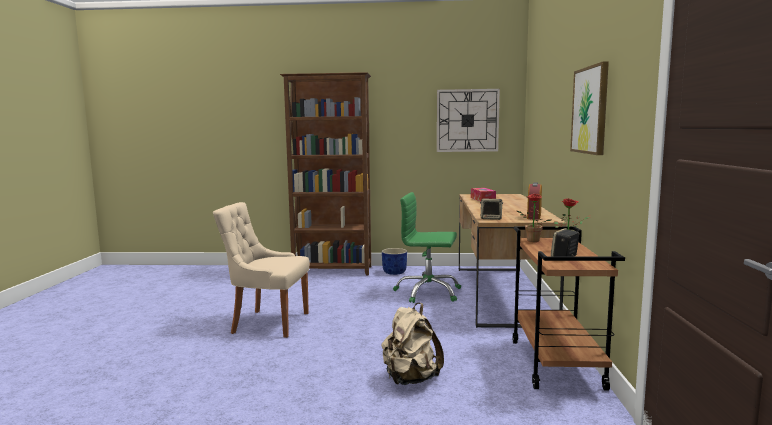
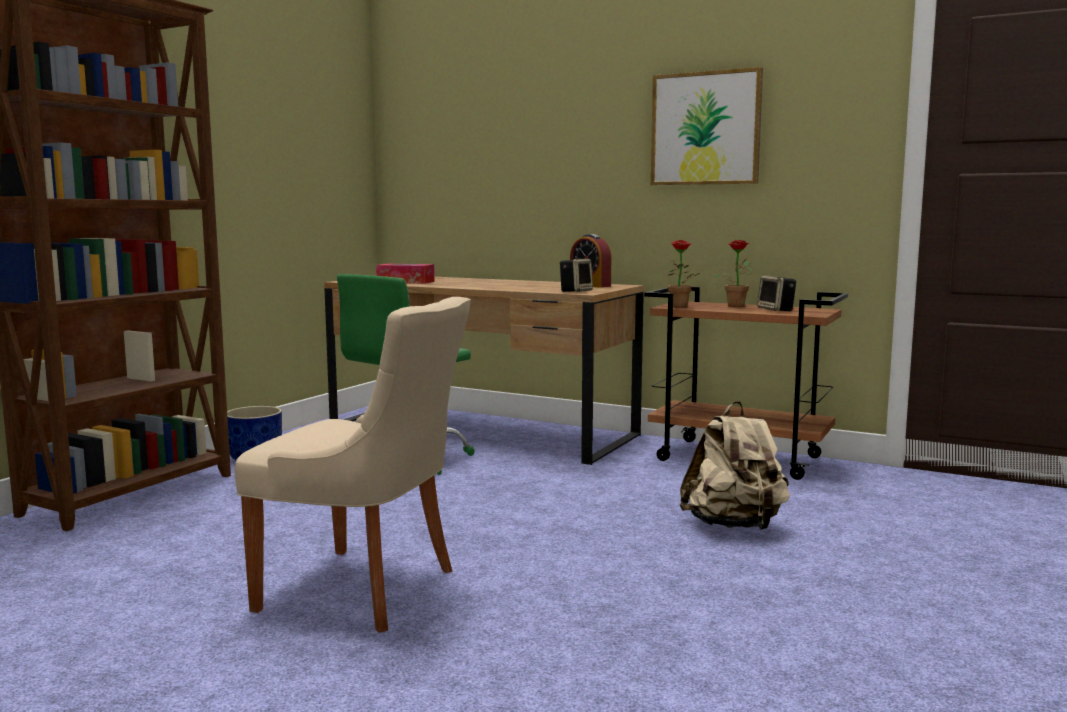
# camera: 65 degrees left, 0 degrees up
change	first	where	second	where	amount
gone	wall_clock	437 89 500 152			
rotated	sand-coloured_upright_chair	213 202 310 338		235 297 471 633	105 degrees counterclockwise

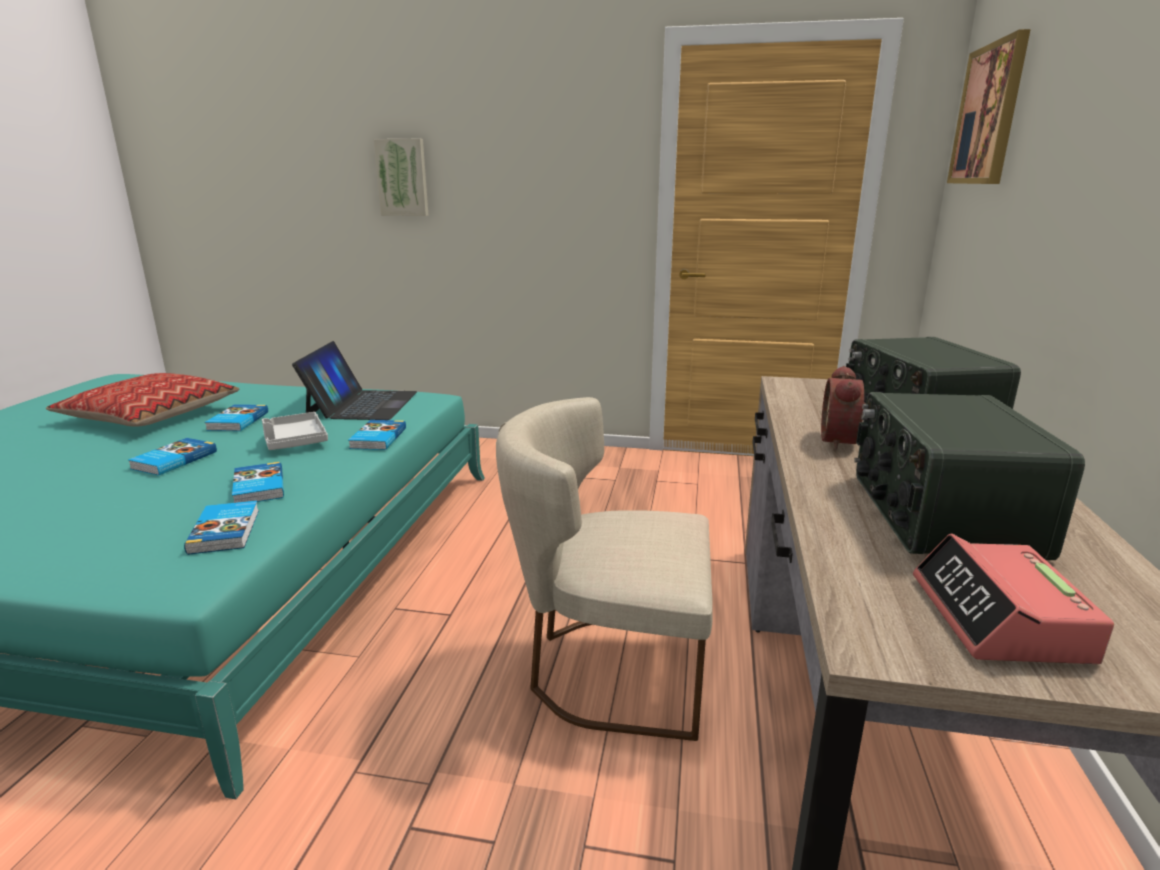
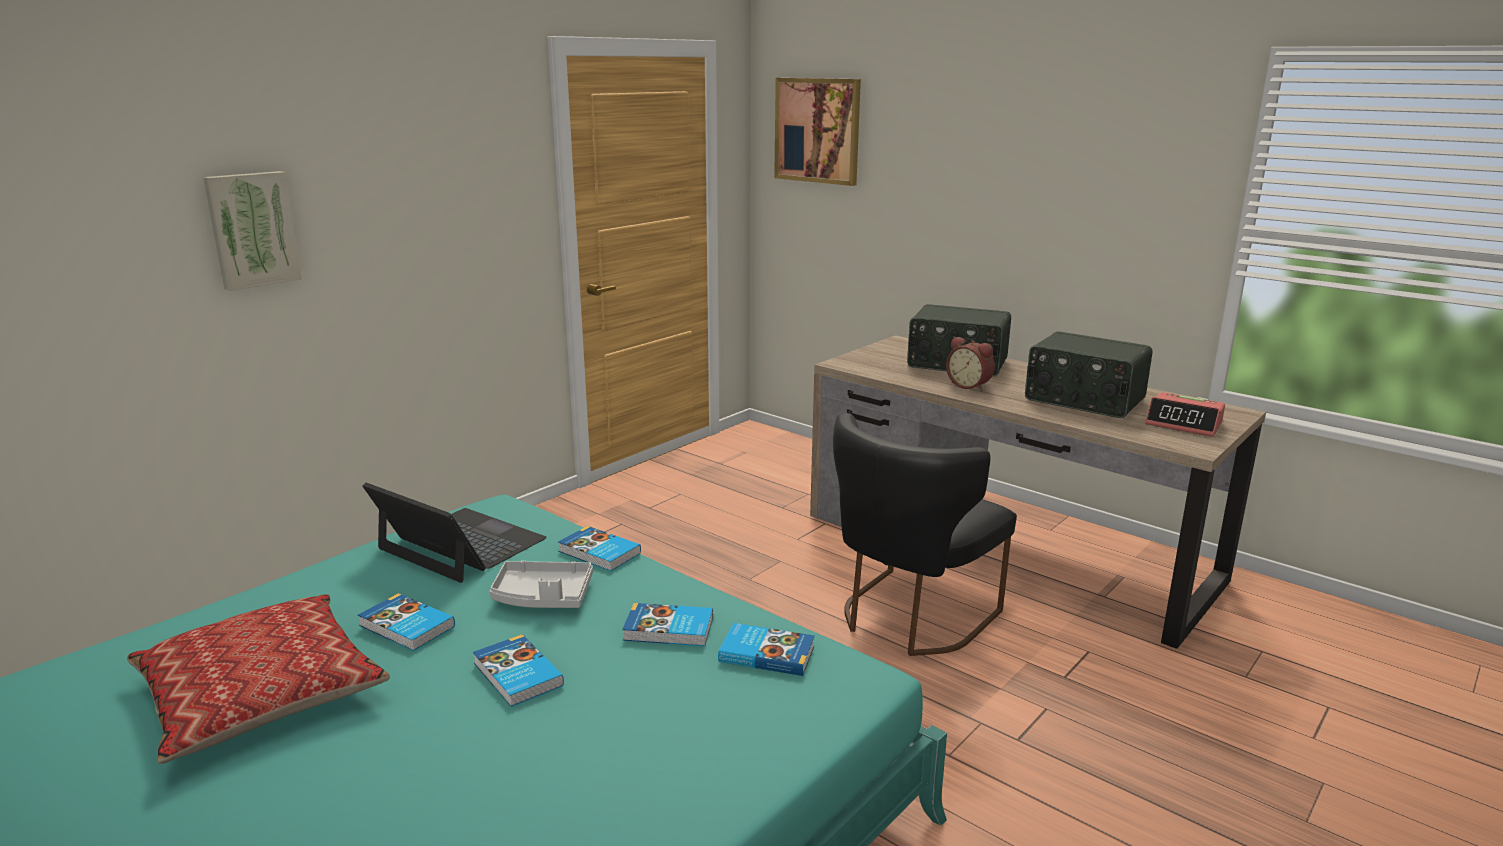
# camera: 60 degrees left, 0 degrees up
change	first	where	second	where	amount
repainted	sand-coloured_upright_chair	496 397 713 741	black-coloured_upright_chair	833 413 1017 656	

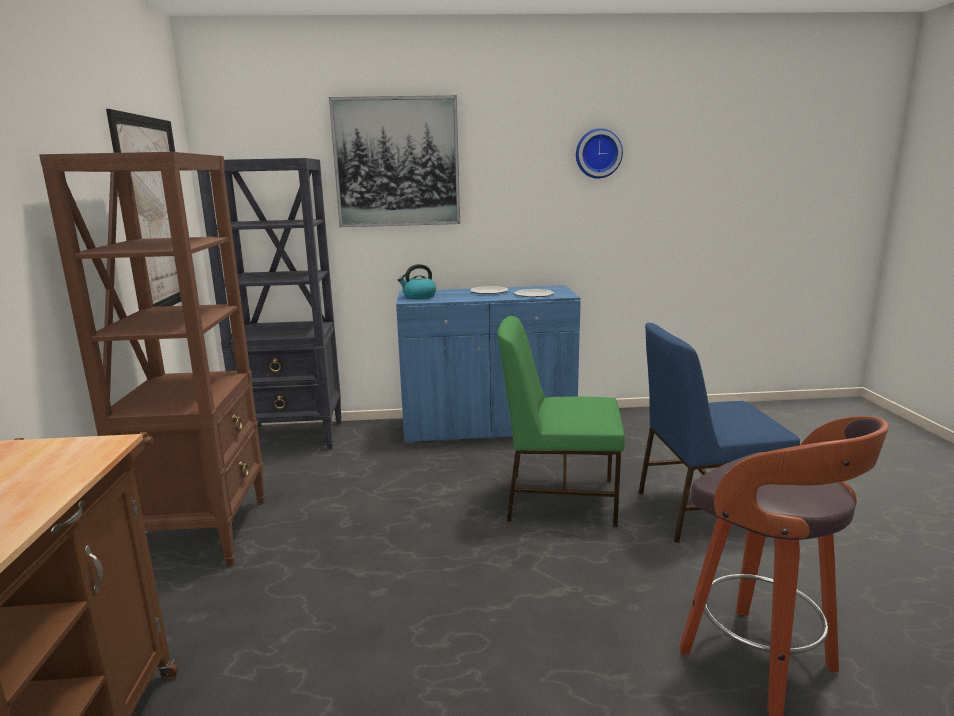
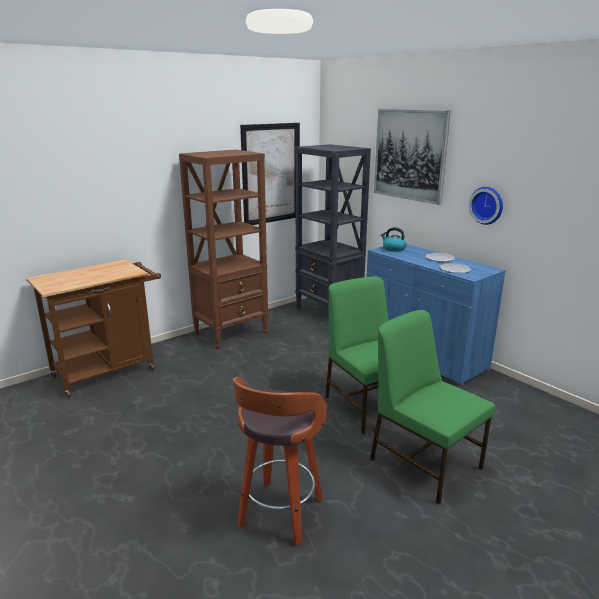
# camera: 55 degrees right, 5 degrees up
change	first	where	second	where	amount
shifted	wall_clock	576 128 623 179		469 187 503 225	
repainted	blue_upright_chair	639 323 800 543	greenish_upright_chair	370 310 495 504	

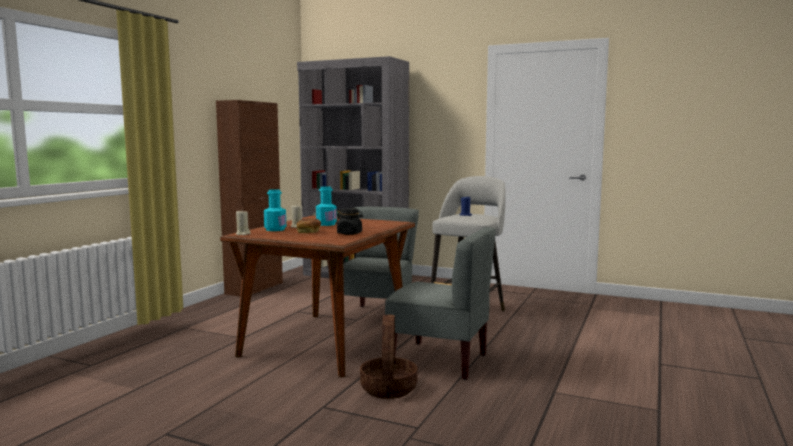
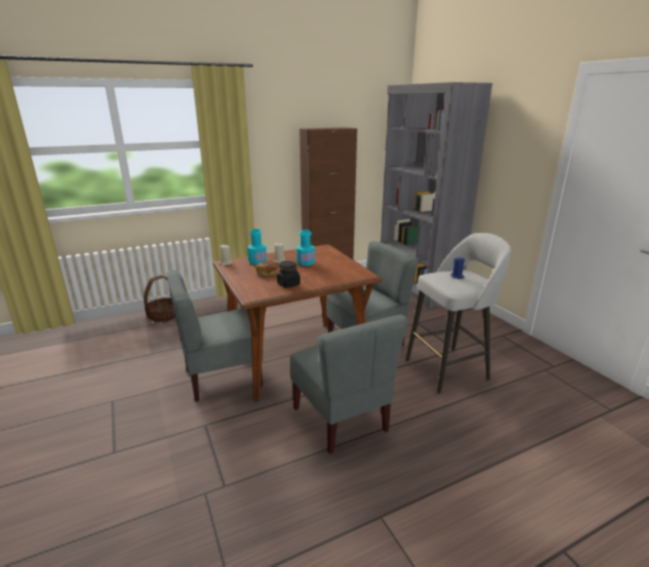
# camera: 40 degrees right, 15 degrees up
change	first	where	second	where	amount
new			greyish_upright_chair	167 271 263 401	
shifted	household_basket	360 315 418 399		144 275 175 322	

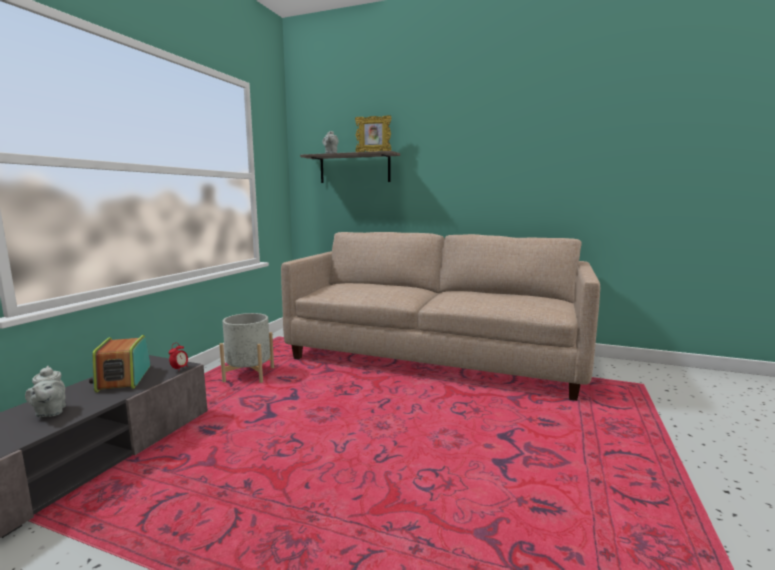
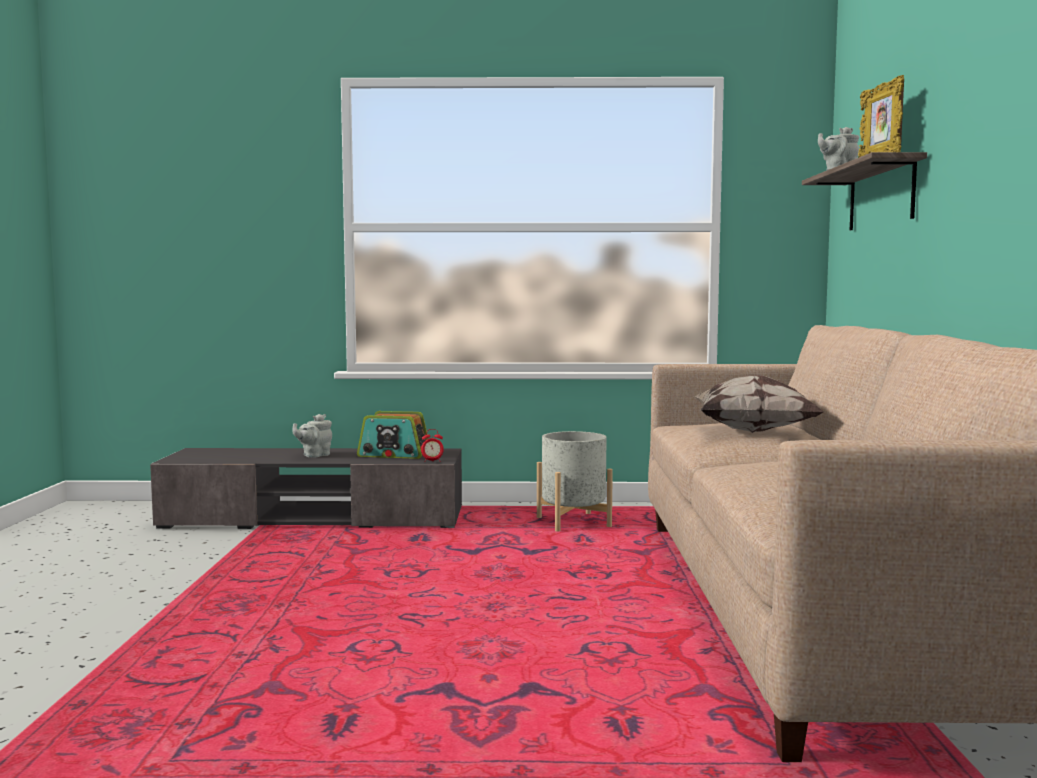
# camera: 70 degrees right, 5 degrees down
change	first	where	second	where	amount
new			pillow	694 375 824 433	
rotated	radio	89 335 150 392		357 411 428 459	135 degrees counterclockwise

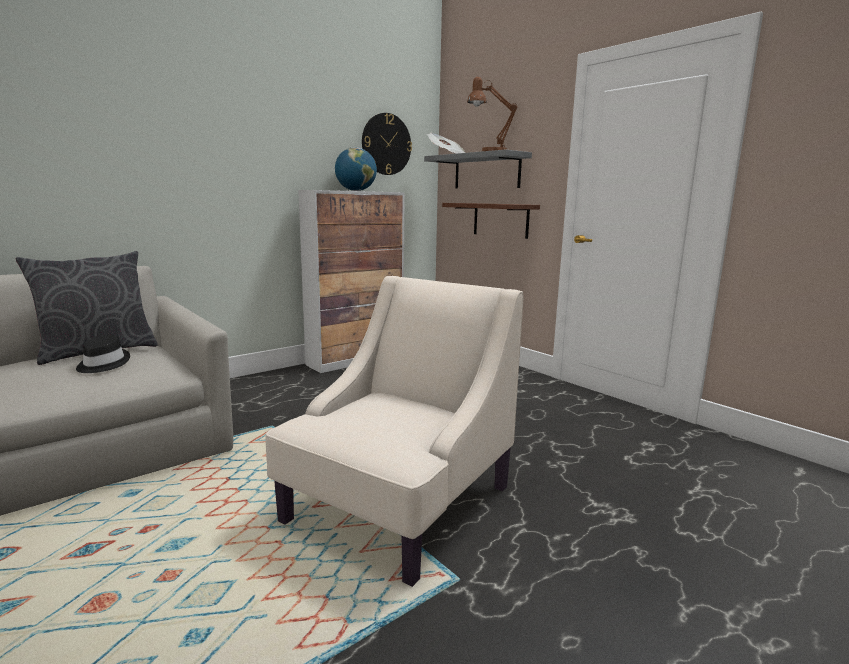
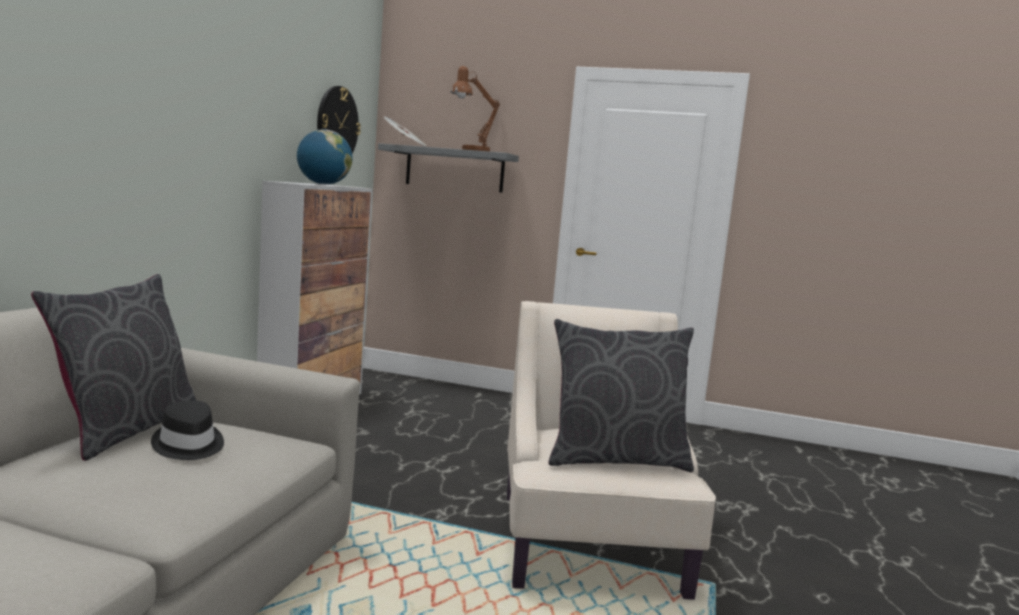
# camera: 35 degrees left, 5 degrees down
change	first	where	second	where	amount
gone	brownish_wall_shelf	442 203 540 239			
new			greyish_pillow	549 319 694 472	

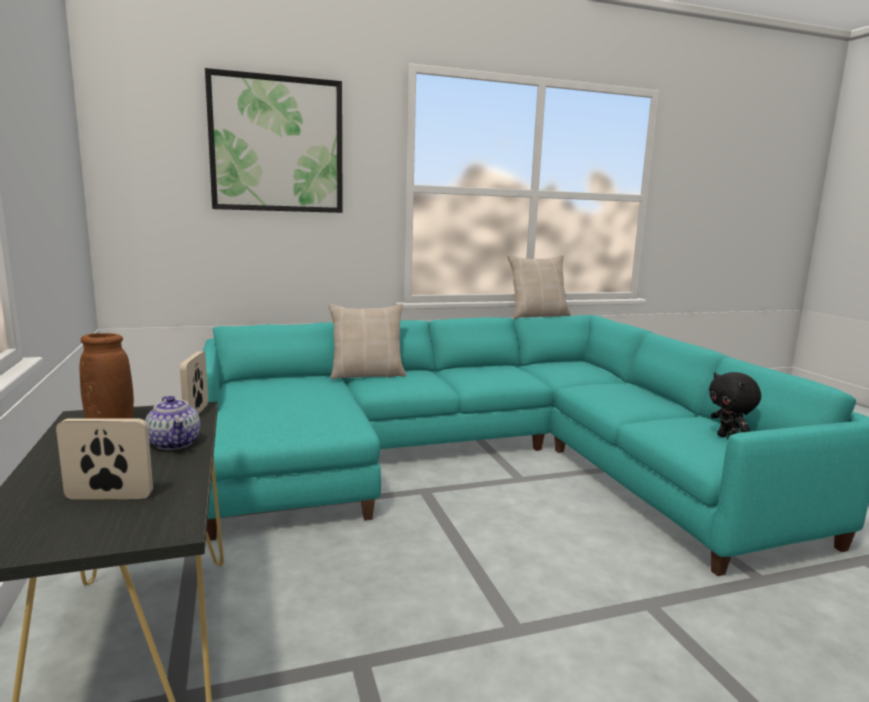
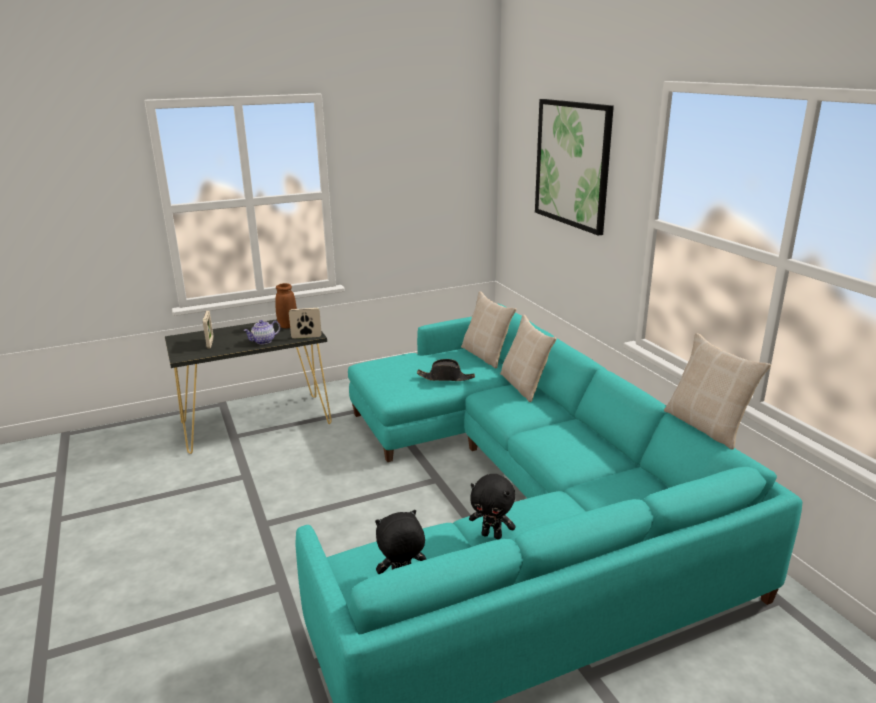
# camera: 85 degrees right, 10 degrees up
change	first	where	second	where	amount
new			black-coloured_wearable_hat	417 359 475 381	
new			sand-coloured_pillow	461 291 517 368	
new			black-coloured_plush_toy	469 474 516 540	

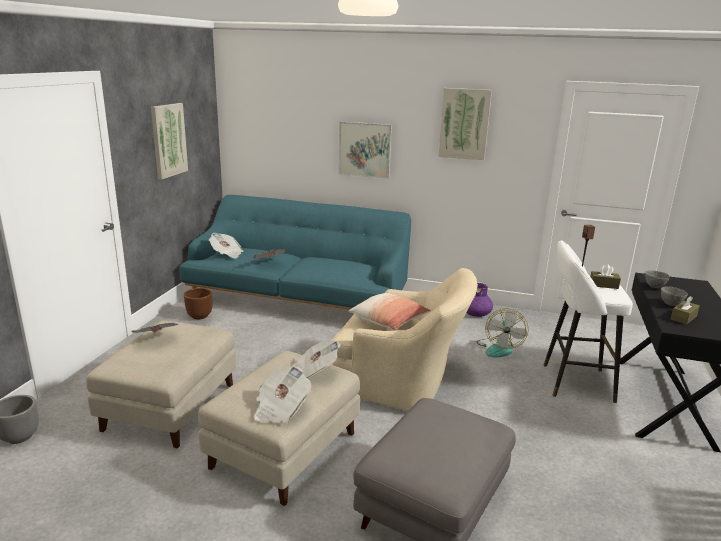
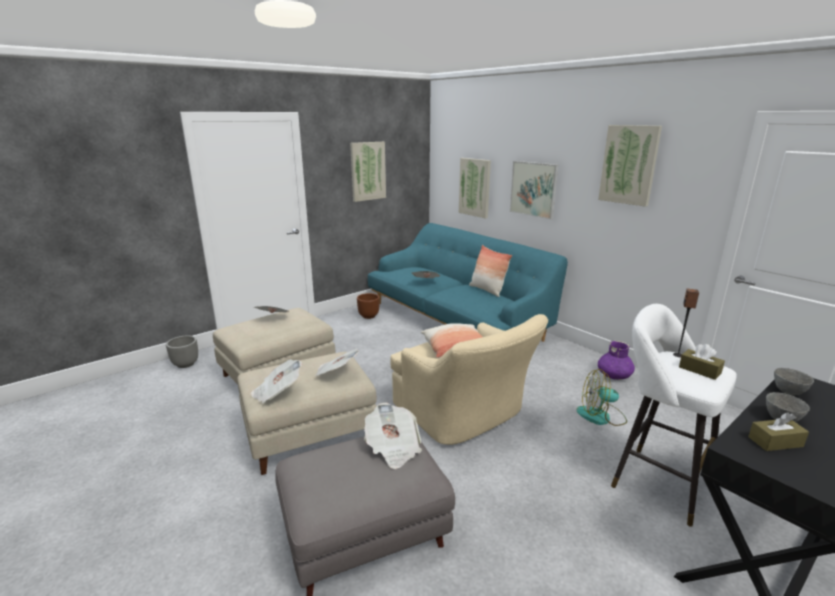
# camera: 35 degrees right, 0 degrees up
change	first	where	second	where	amount
new			wall_picture	459 158 491 218	
new			pillow	469 245 512 297	
shifted	daily_paper	209 233 243 259		364 403 422 469	
rotated	fan	476 308 529 358		577 369 627 426	45 degrees clockwise

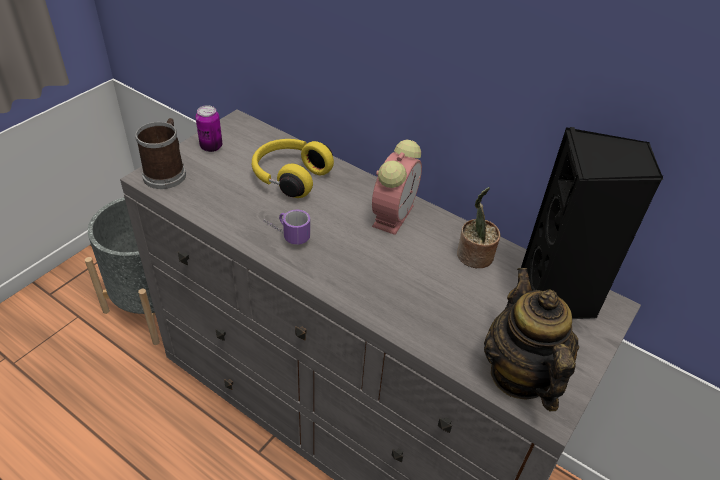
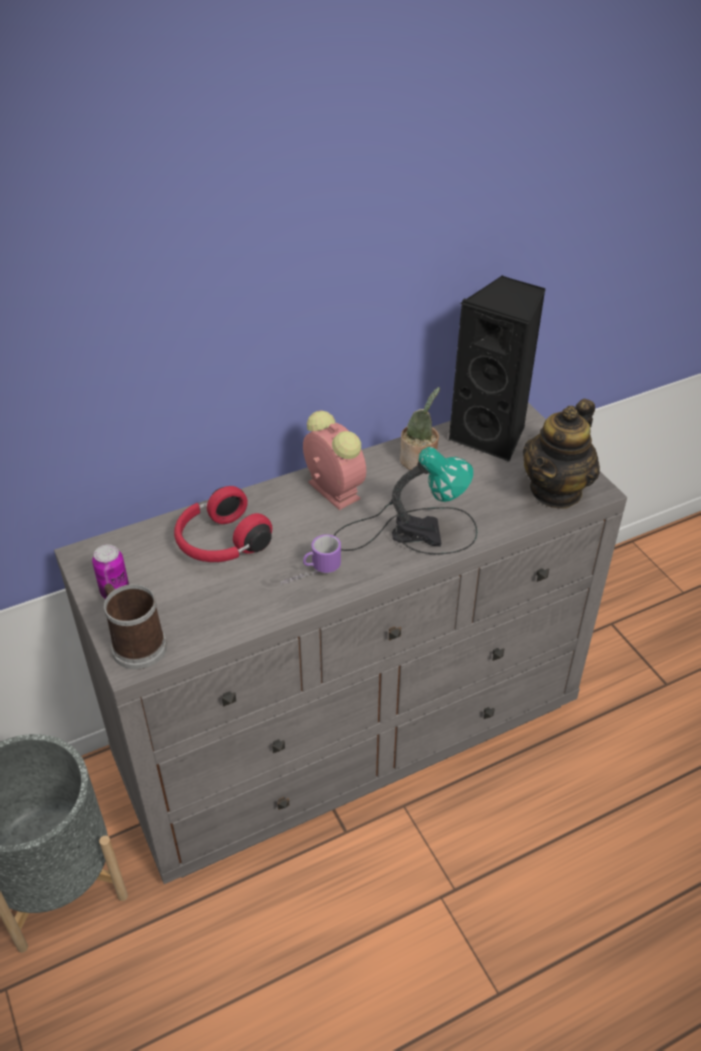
# camera: 60 degrees left, 0 degrees up
change	first	where	second	where	amount
new			table_lamp	333 447 477 554	
repainted	yellow-coloured_headphones	252 139 334 198	reddish_headphones	174 486 272 562	
rotated	tea_pot	484 268 579 411		523 399 600 509	75 degrees counterclockwise

